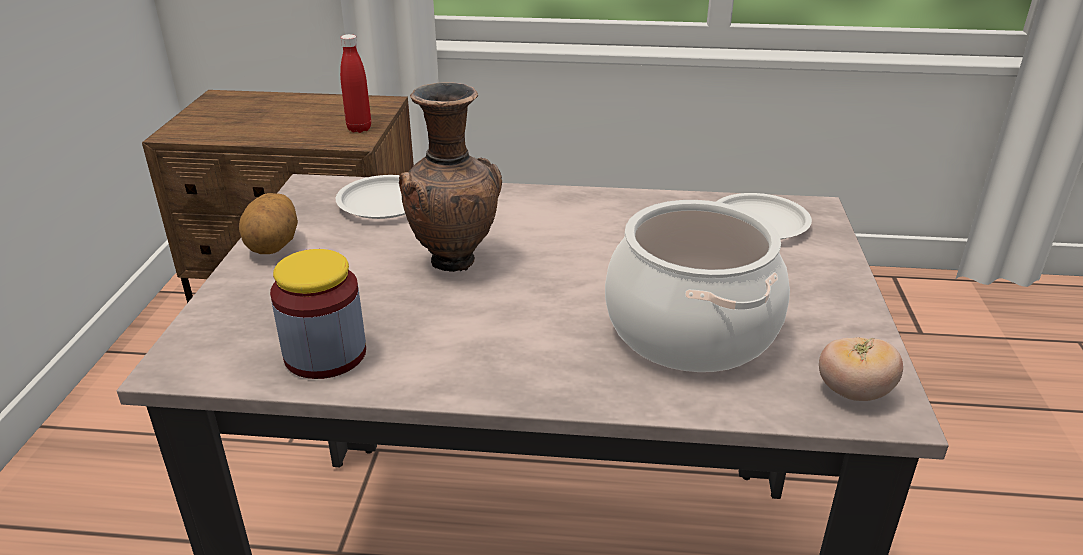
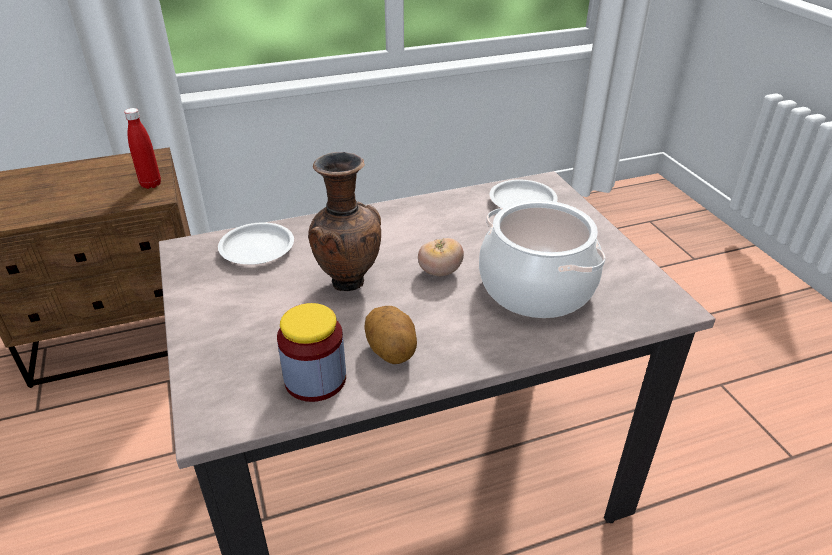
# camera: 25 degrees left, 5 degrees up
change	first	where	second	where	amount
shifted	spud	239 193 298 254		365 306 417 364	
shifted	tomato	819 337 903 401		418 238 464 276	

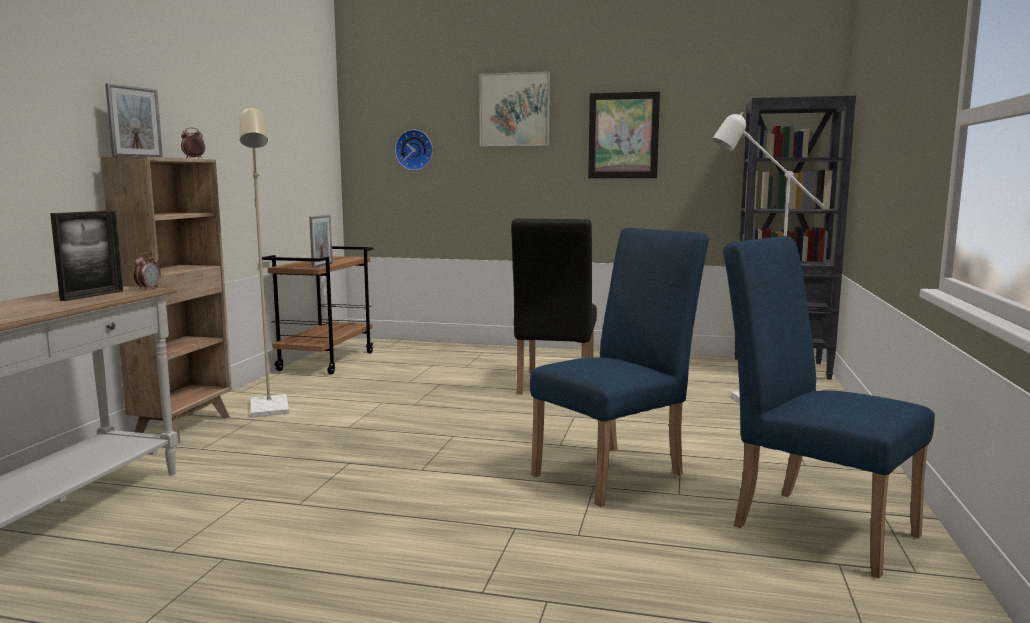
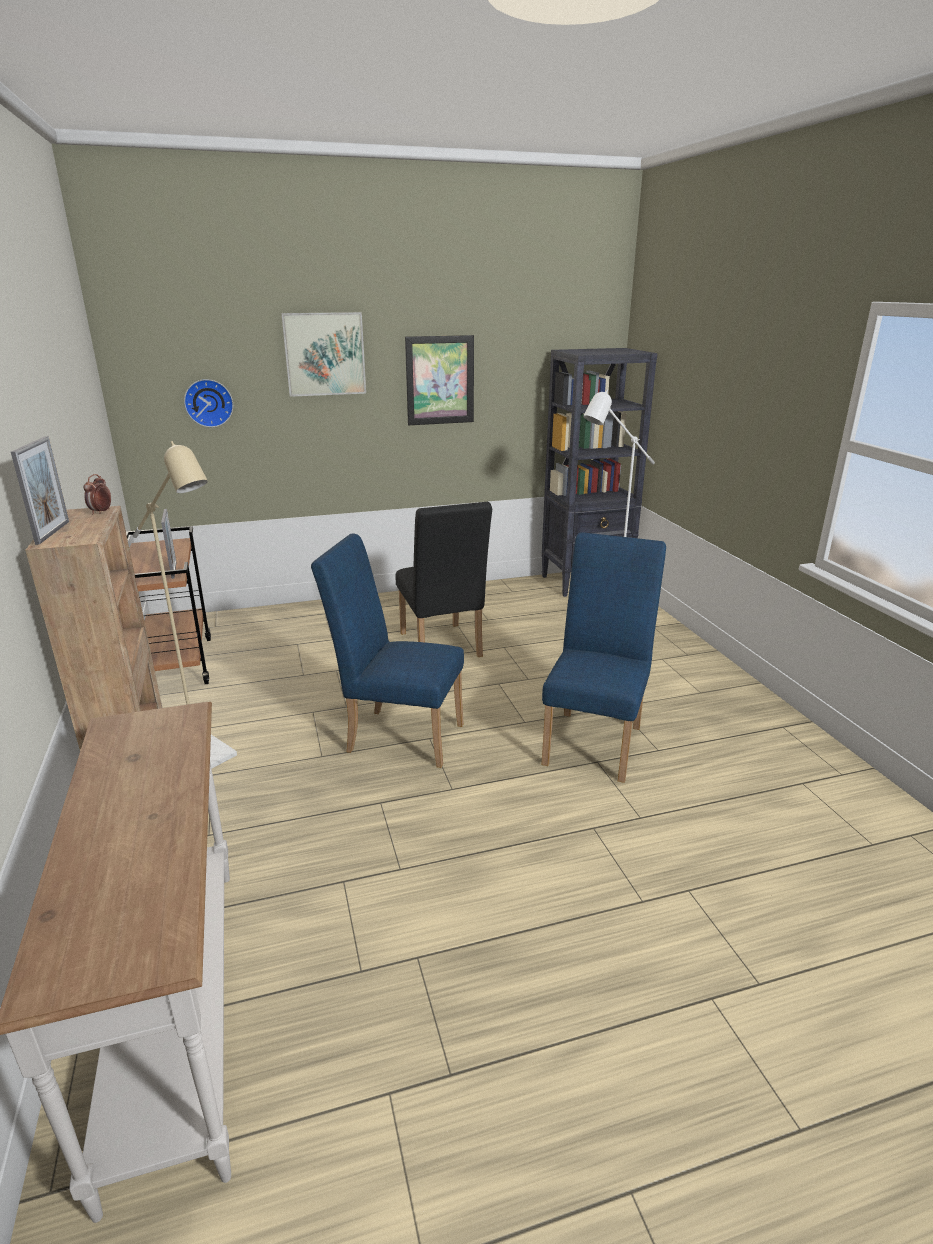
# camera: 30 degrees left, 15 degrees up
change	first	where	second	where	amount
gone	standing_frame	50 210 123 301			
gone	alarm_clock	133 252 161 290			
shifted	blue_upright_chair	723 236 935 578		311 533 464 768	

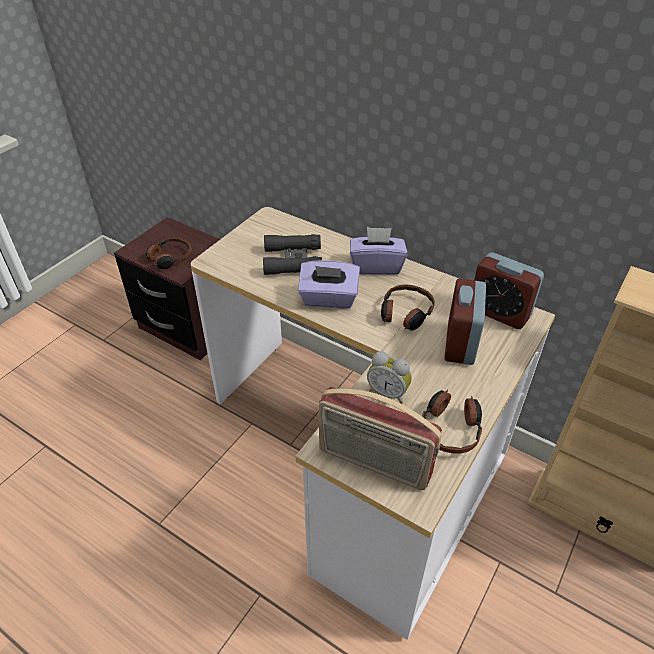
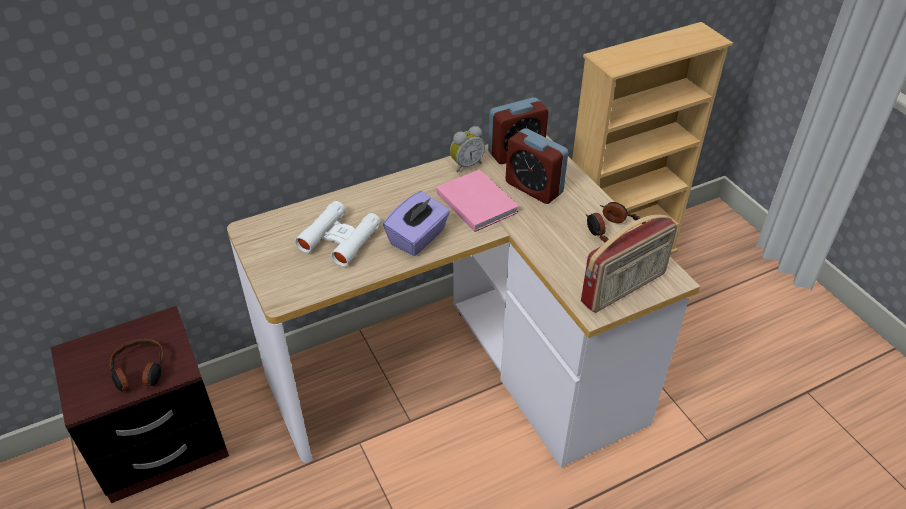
# camera: 60 degrees left, 0 degrees up
change	first	where	second	where	amount
gone	purple-coloured_box_of_tissues	350 227 408 275			
shifted	alarm_clock	367 351 412 404		450 126 485 172	
swapped	headphones	381 284 435 331	pink-coloured_volume	436 170 519 232	
repainted	black-coloured_pair_of_binoculars	263 234 322 275	whitish_pair_of_binoculars	295 201 381 267	

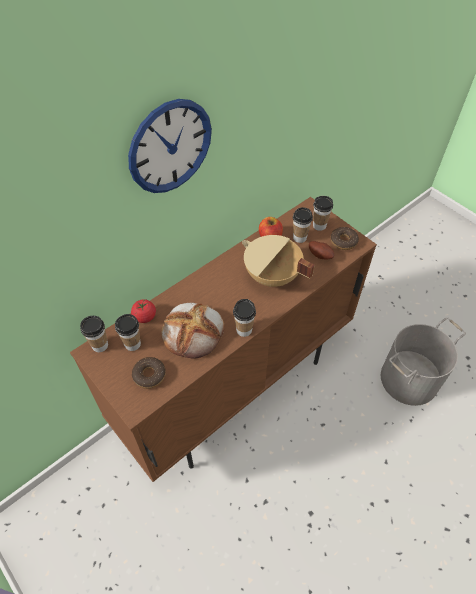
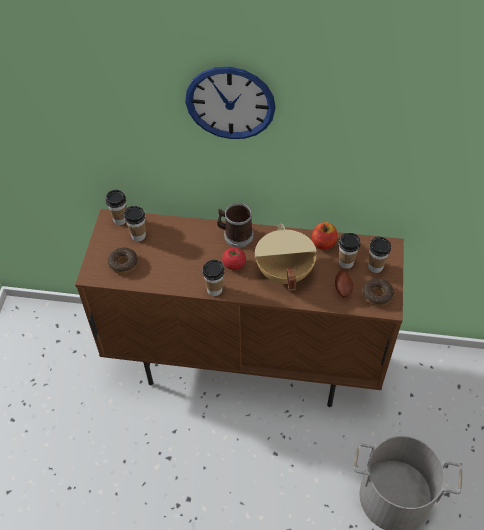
# camera: 50 degrees right, 0 degrees up
change	first	where	second	where	amount
gone	baked_bread	161 303 224 359			
new			mug	217 203 253 248	
shifted	tomato	131 299 156 323		222 247 246 270	

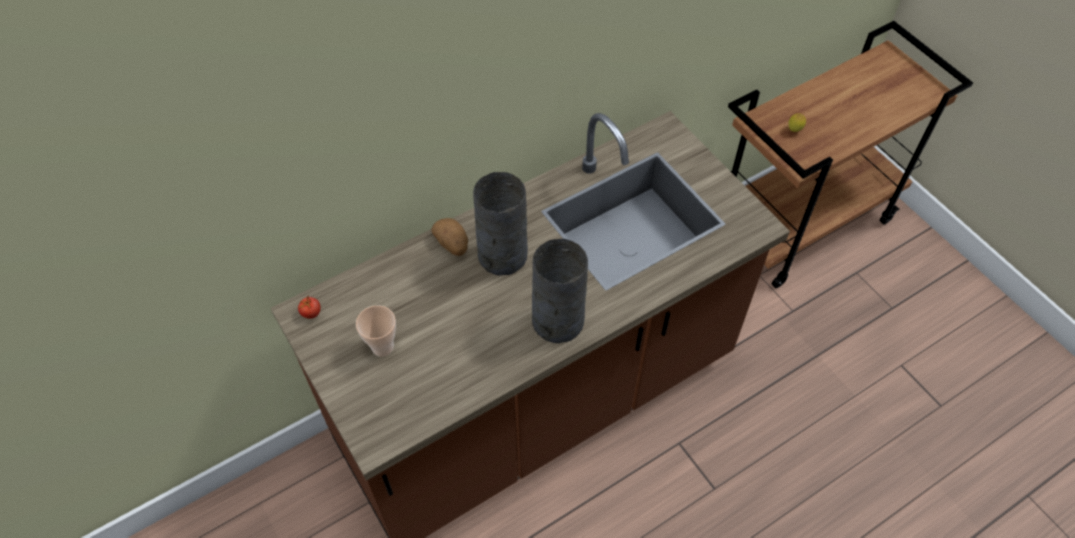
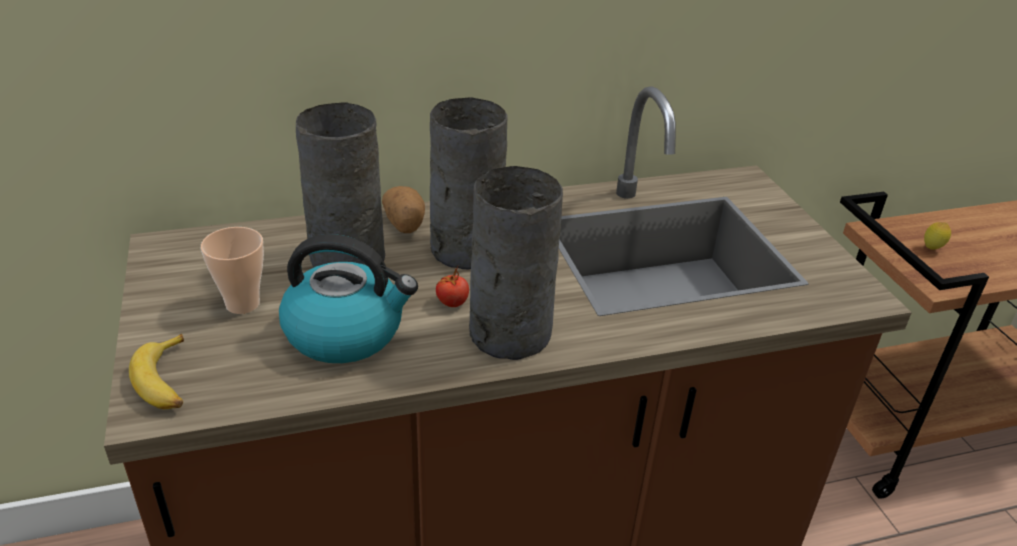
# camera: 15 degrees right, 20 degrees down
change	first	where	second	where	amount
new			whole_banana	129 334 184 409	
new			water_kettle	279 234 418 363	
new			greyish_decorative_vase	296 102 385 267	
shifted	tomato	298 294 320 319		436 266 469 307	

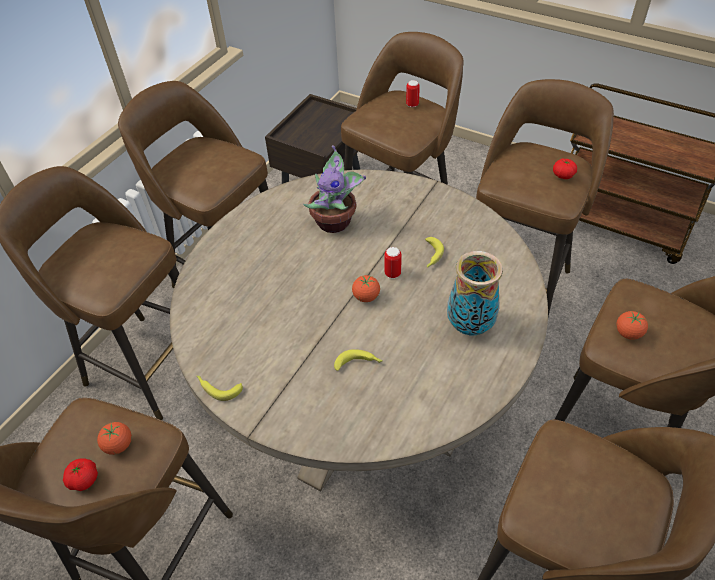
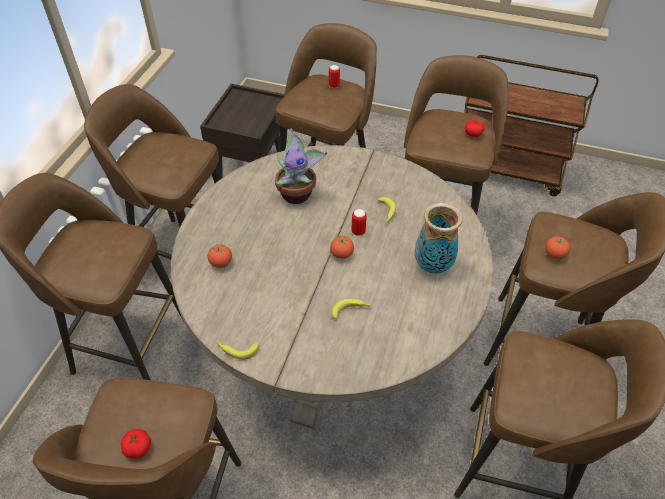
# camera: 15 degrees left, 0 degrees up
change	first	where	second	where	amount
shifted	tomato	97 422 132 455		208 244 232 268	

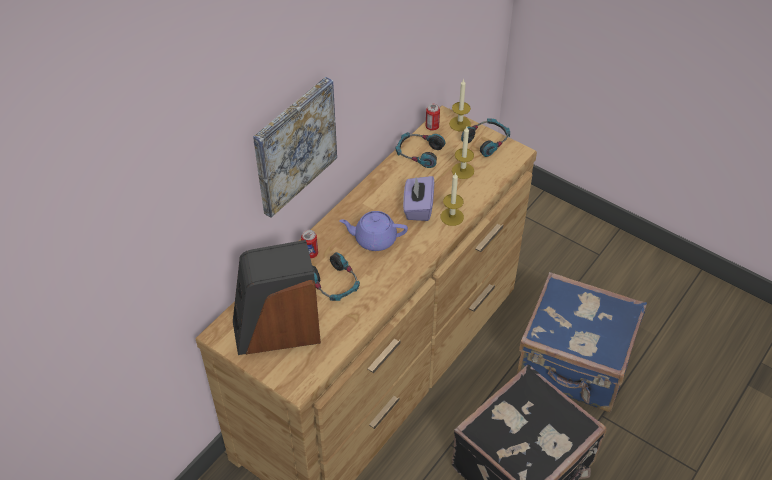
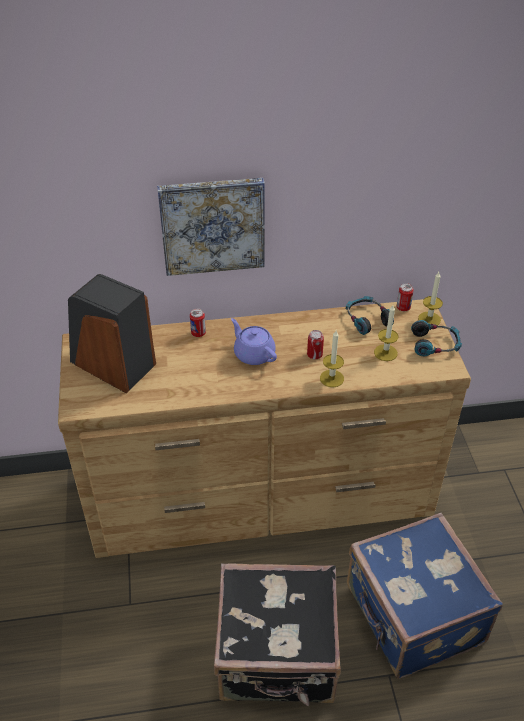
# camera: 45 degrees right, 5 degrees down
change	first	where	second	where	amount
gone	headphones	312 252 360 301			
swapped	purple-coloured_box_of_tissues	403 176 434 221	metal_can	307 330 324 359	

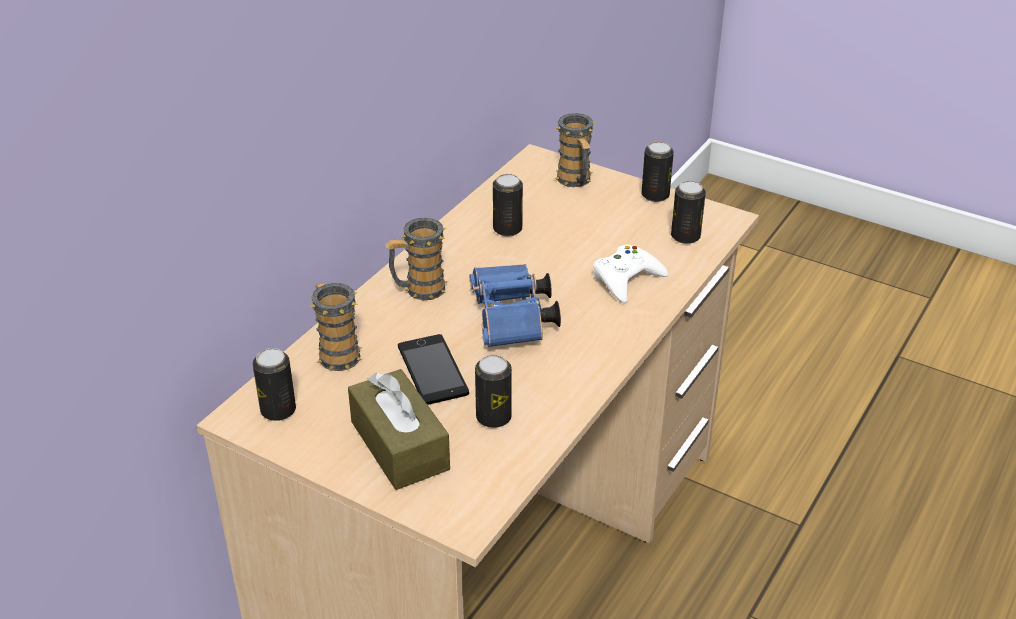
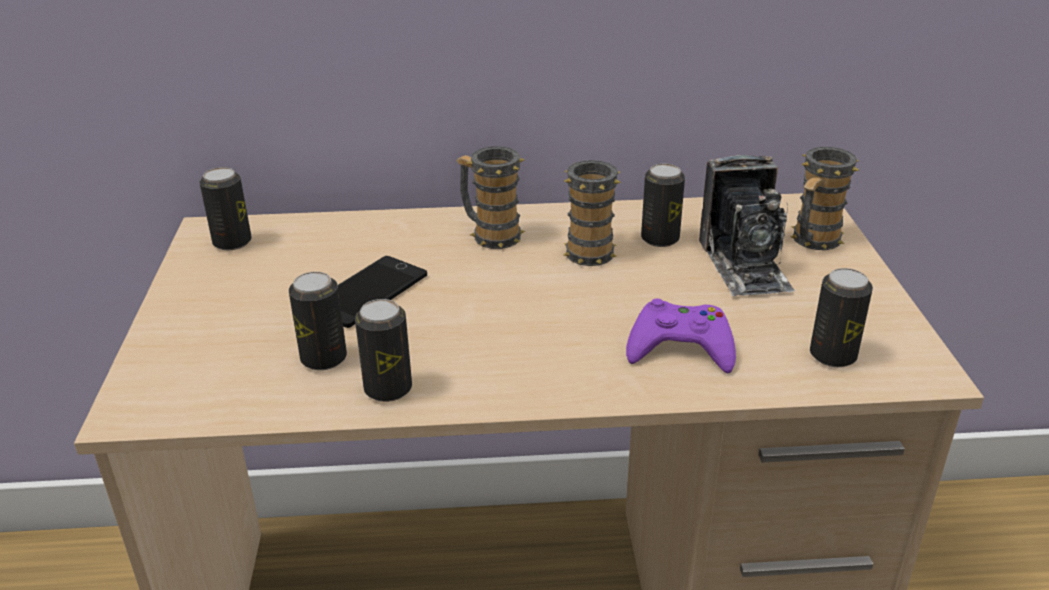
# camera: 55 degrees right, 5 degrees down
change	first	where	second	where	amount
gone	brownish_box_of_tissues	348 369 450 490			
gone	blue_pair_of_binoculars	470 264 561 347			
new			photo_camera	699 155 795 297	
shifted	mug	309 283 363 371		564 160 621 266	
shifted	metal_can	641 141 674 202		355 299 412 402	
repainted	whitish_gamepad	593 244 668 304	purple-coloured_gamepad	626 299 736 373	

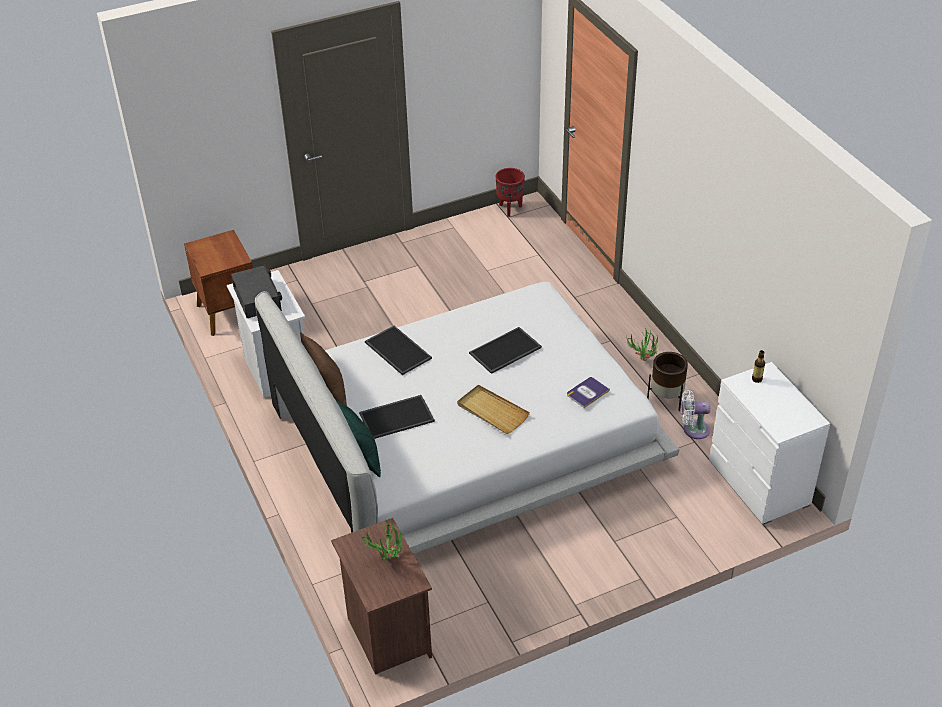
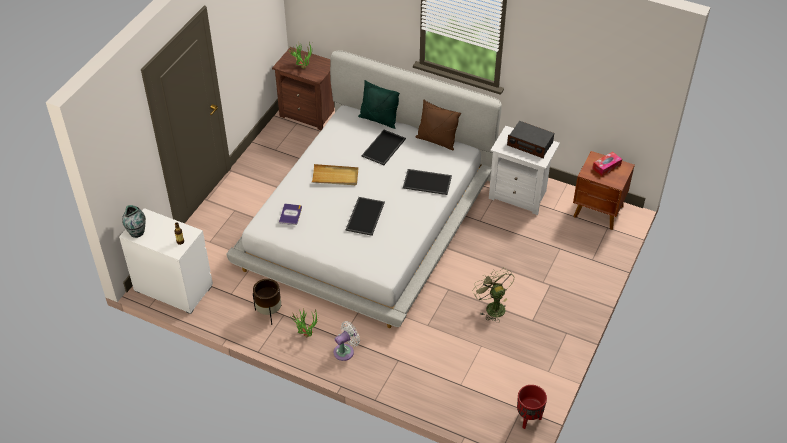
# camera: 140 degrees right, 5 degrees up
change	first	where	second	where	amount
new			decorative_vase	122 205 146 238	
new			greenish_fan	473 268 514 323	
new			box_of_tissues	592 152 622 176	
shifted	whitish_fan	681 390 710 439		334 321 360 361	

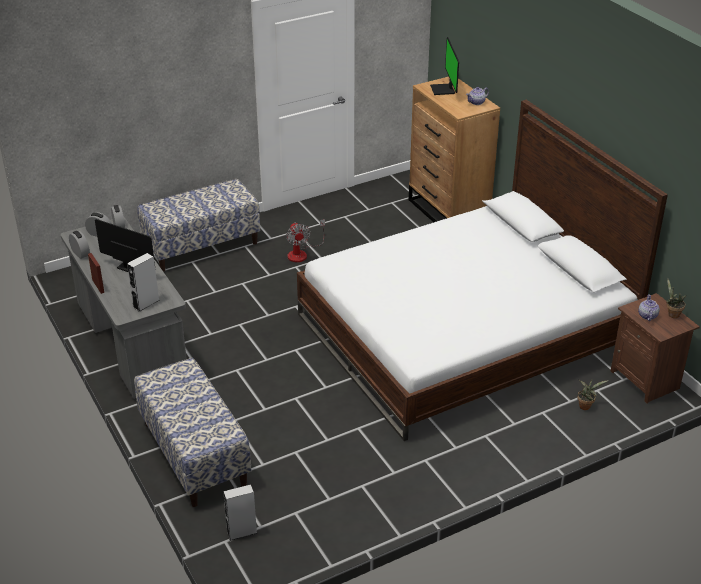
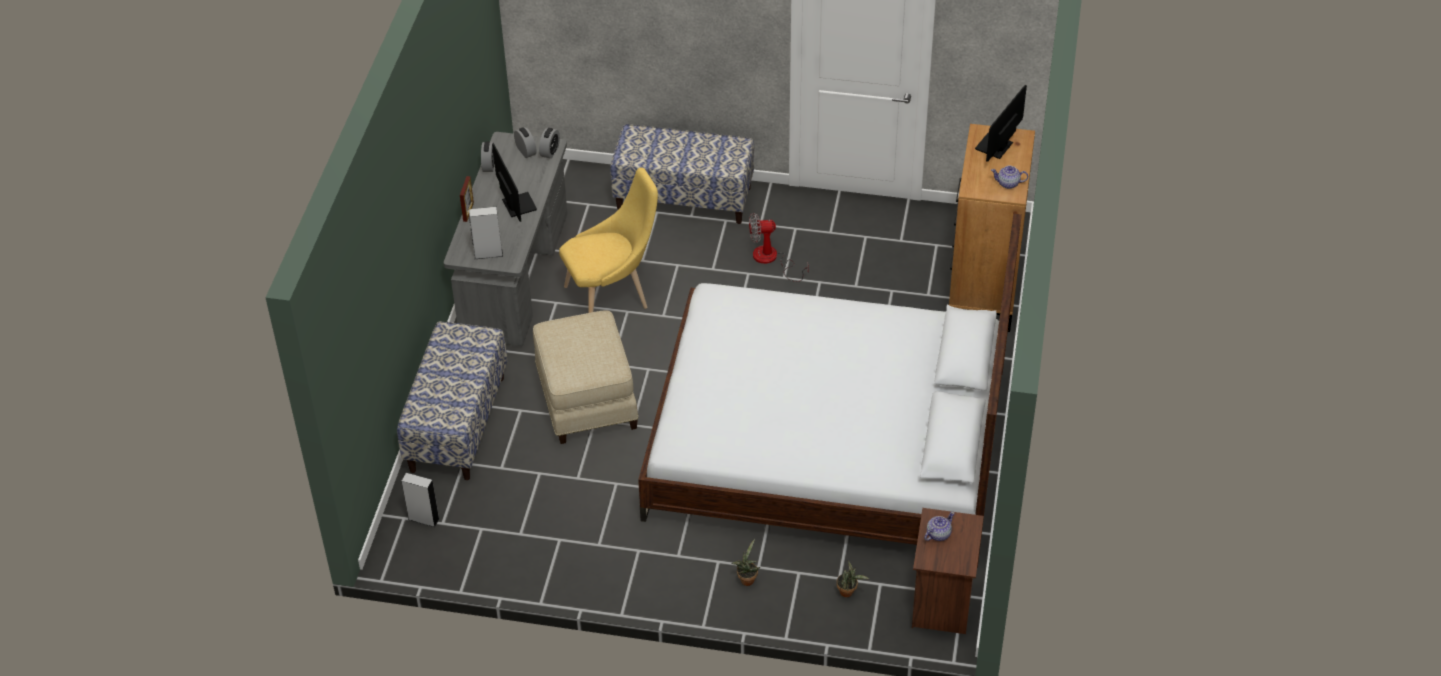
# camera: 40 degrees right, 10 degrees up
change	first	where	second	where	amount
new			sand-coloured_pouffe	533 310 639 444	
new			yellow-coloured_upright_chair	559 168 658 313	
shifted	plant_in_a_pot	666 277 686 318		731 539 760 586	
rotated	fan	286 219 325 262		749 213 809 282	60 degrees clockwise

